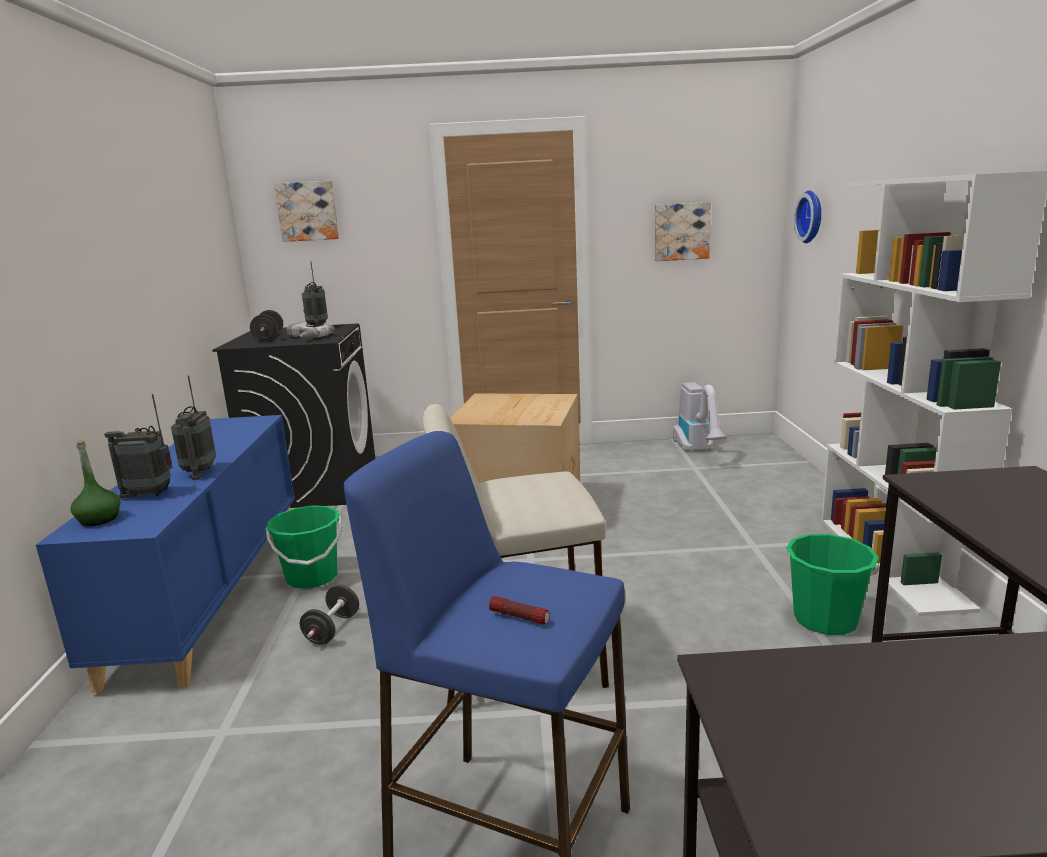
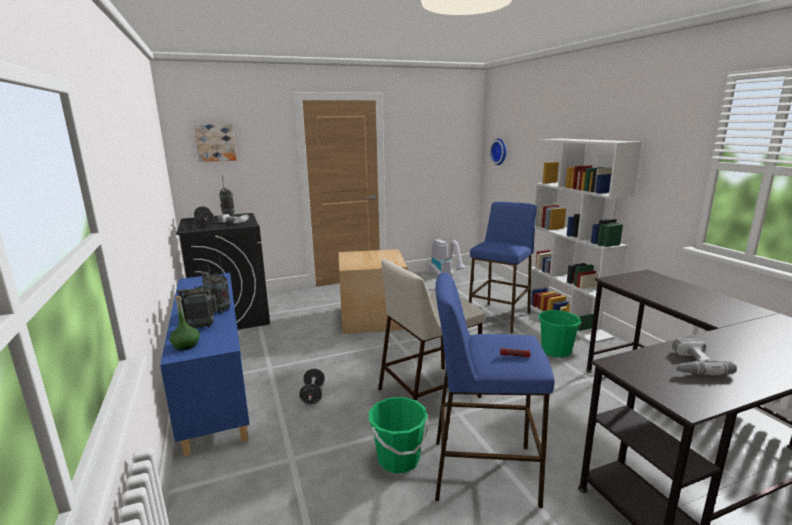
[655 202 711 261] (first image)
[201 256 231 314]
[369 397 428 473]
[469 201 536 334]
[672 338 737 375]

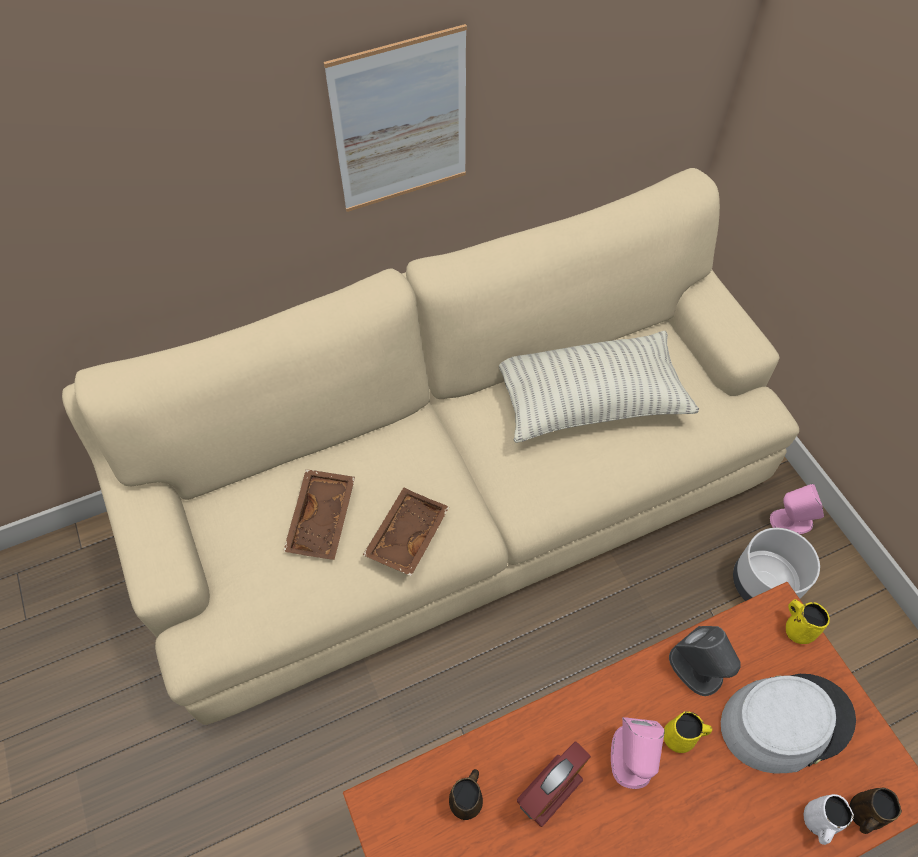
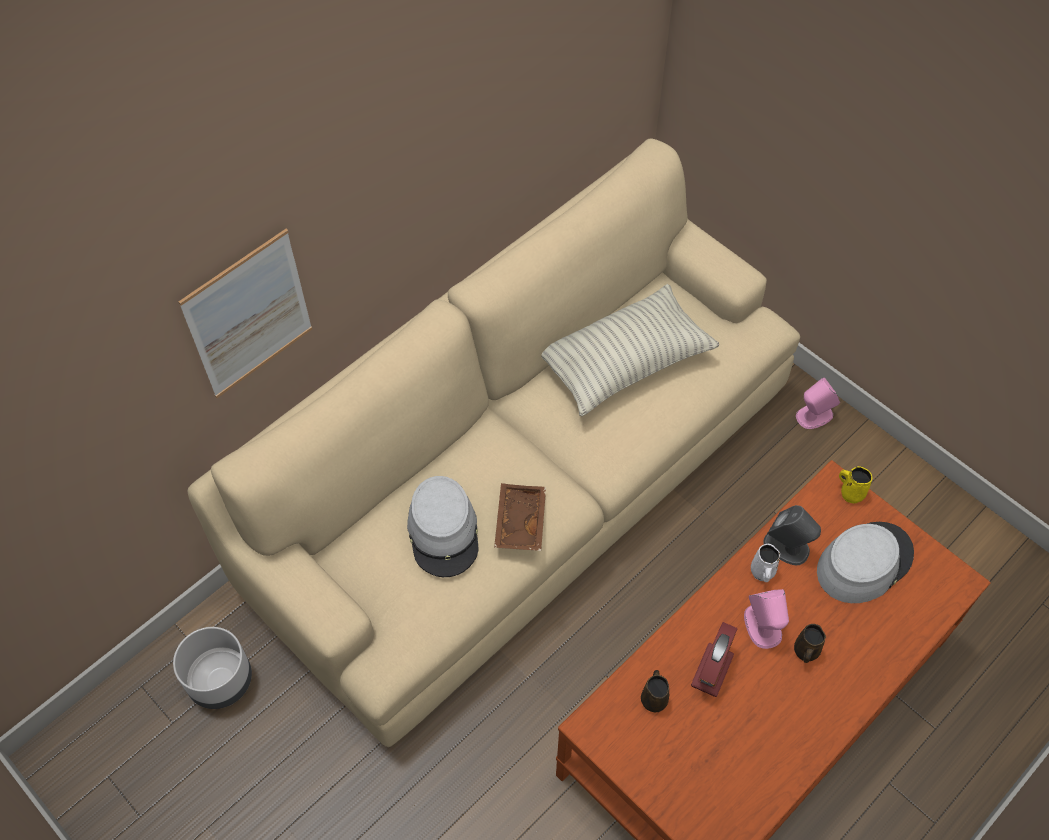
[178 229 312 398]
[407 476 479 577]
[173 627 252 709]
[664 711 712 753] (first image)
[794 624 826 663]
[751 544 780 582]

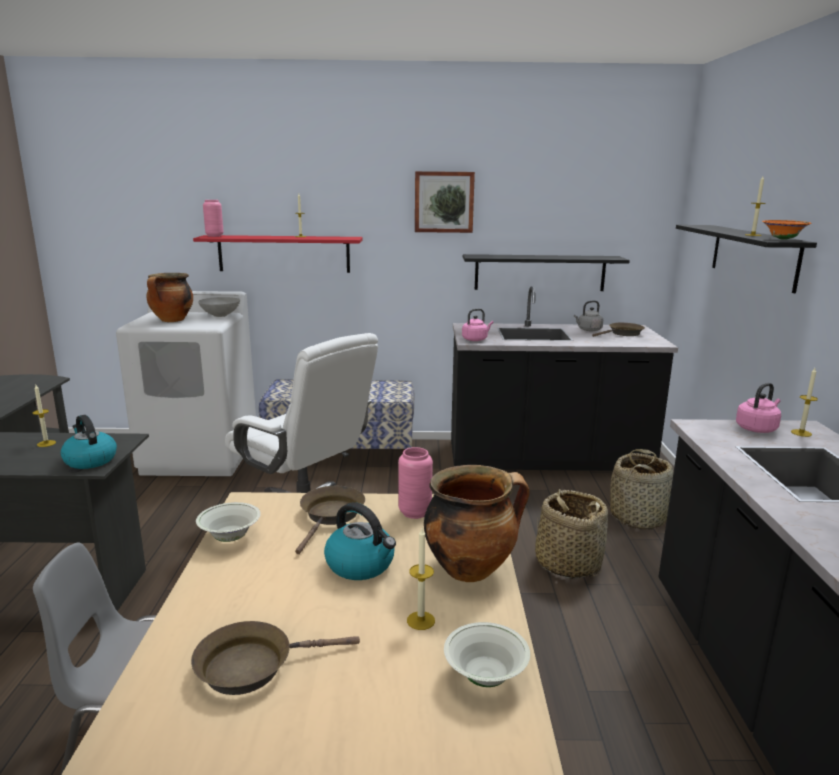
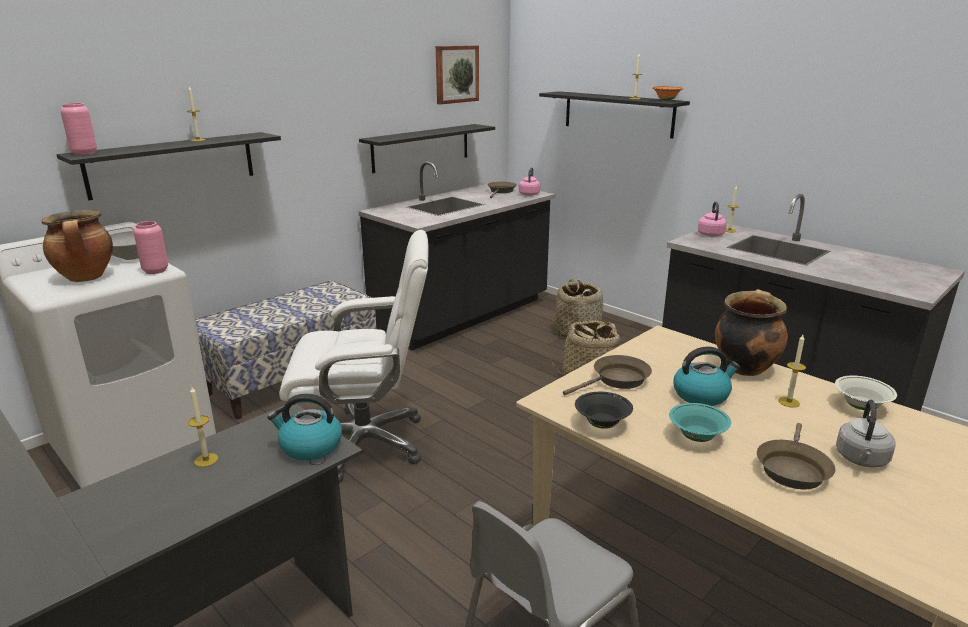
[436 45 479 104]
[57 132 281 200]
[836 399 896 468]
[519 167 540 196]
[133 221 168 274]
[563 355 652 395]
[575 392 633 429]
[669 403 731 442]

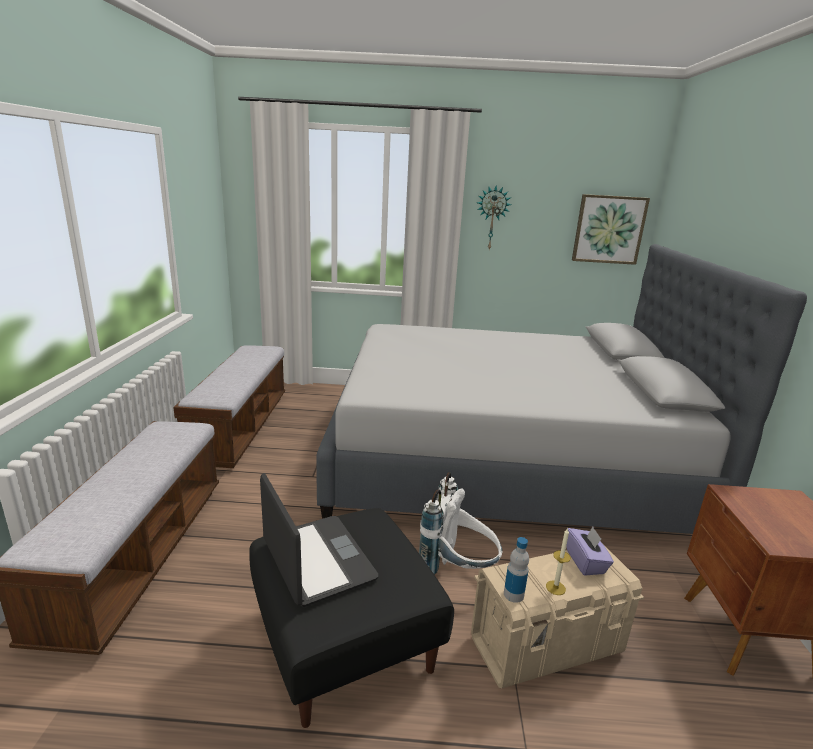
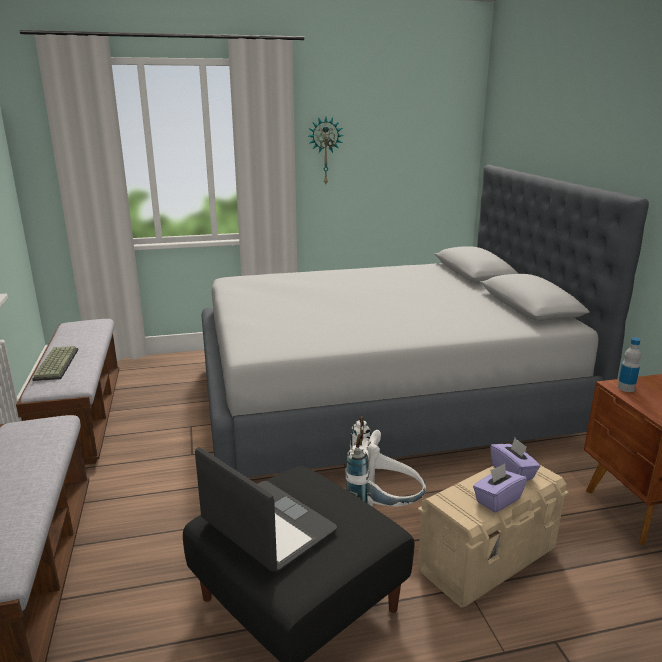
[572 194 650 265] (first image)
[473 464 527 513]
[617 338 641 392]
[33 346 79 381]

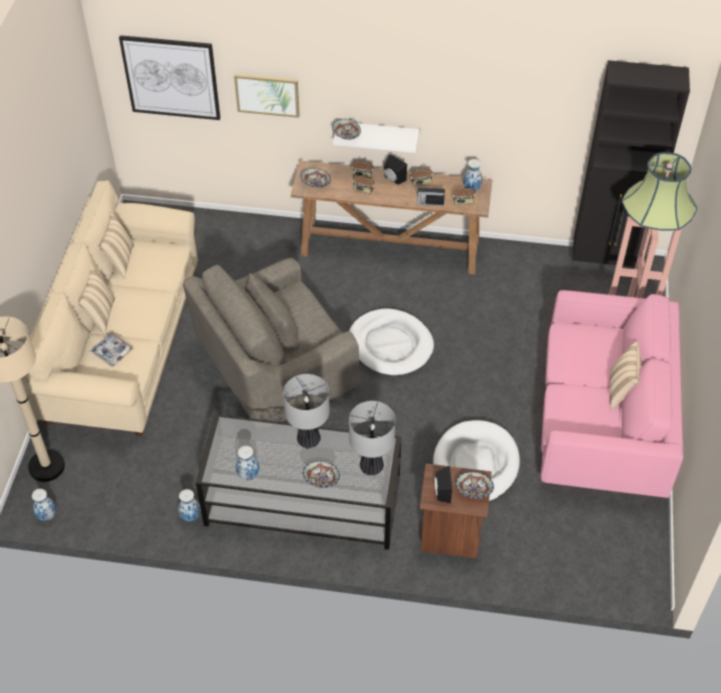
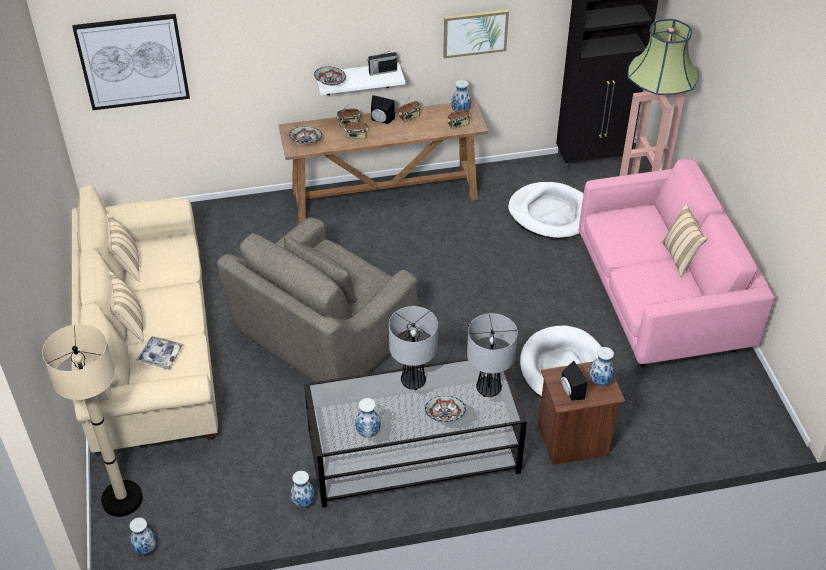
[443 10 509 58]
[368 51 397 76]
[508 182 584 239]
[589 347 615 386]

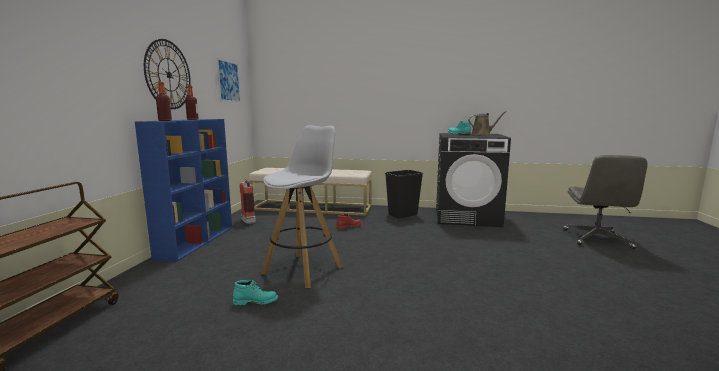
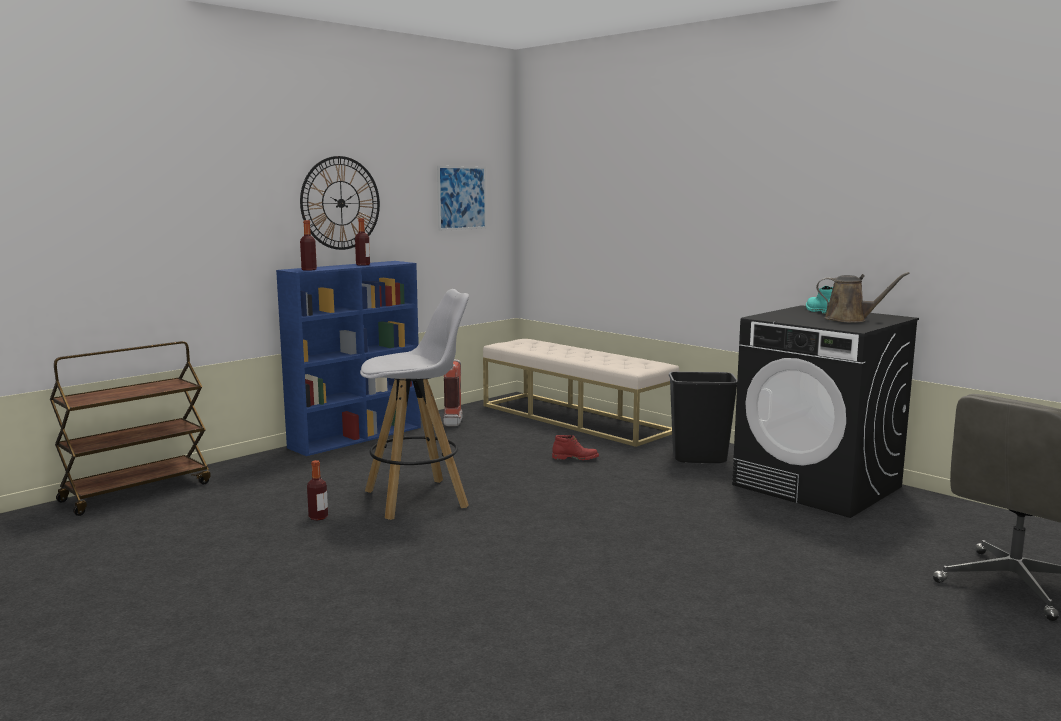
[307 460 328 521]

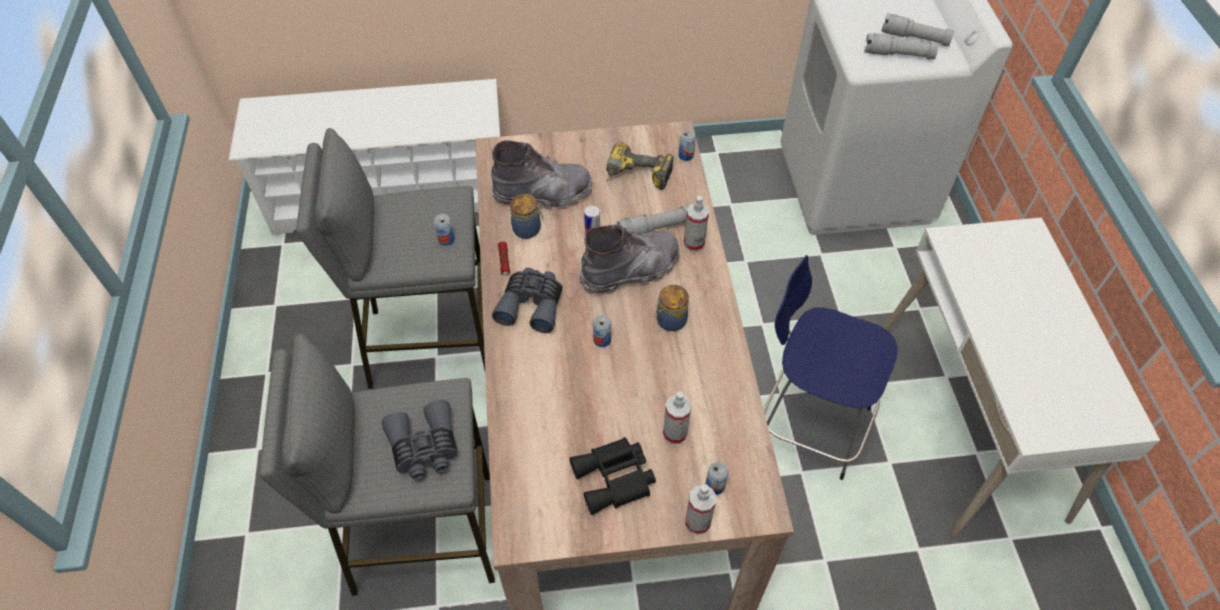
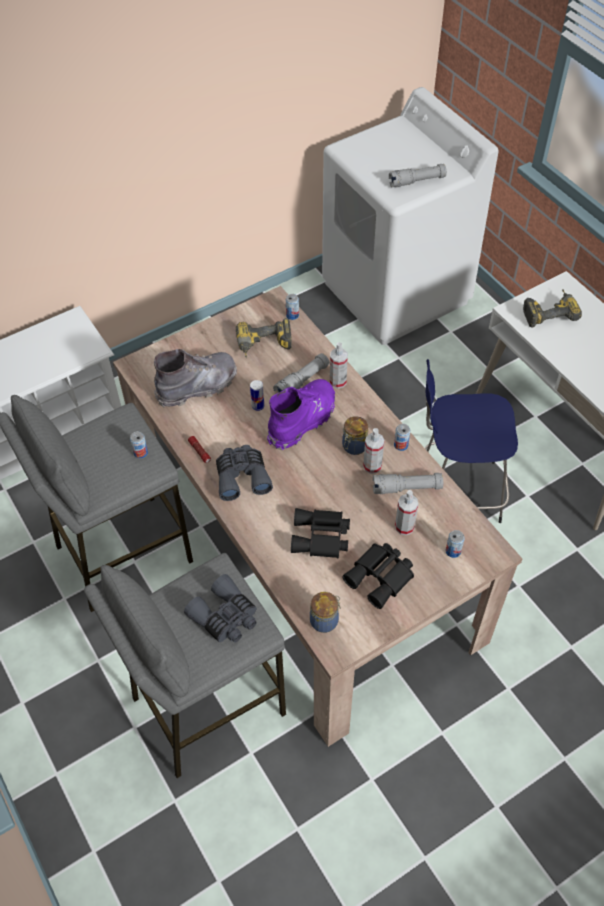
[373 473 443 494]
[310 592 341 633]
[267 379 335 451]
[394 424 410 451]
[363 428 385 474]
[523 289 582 327]
[291 508 350 559]

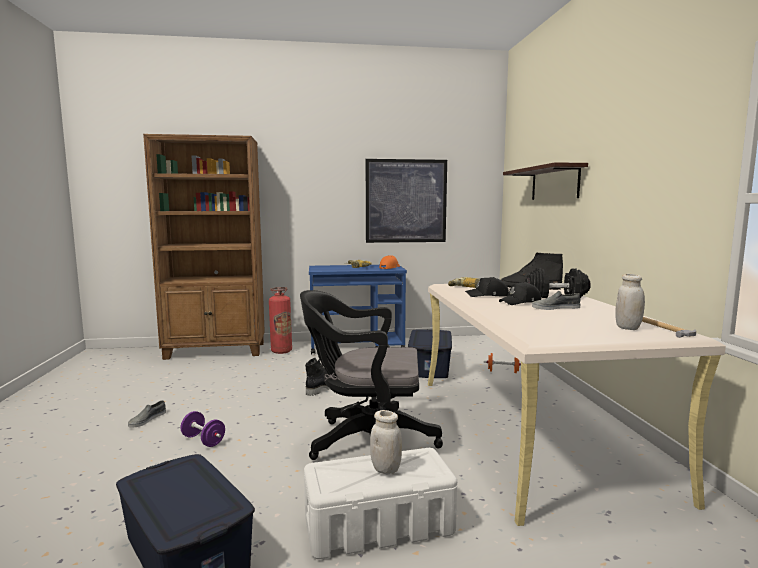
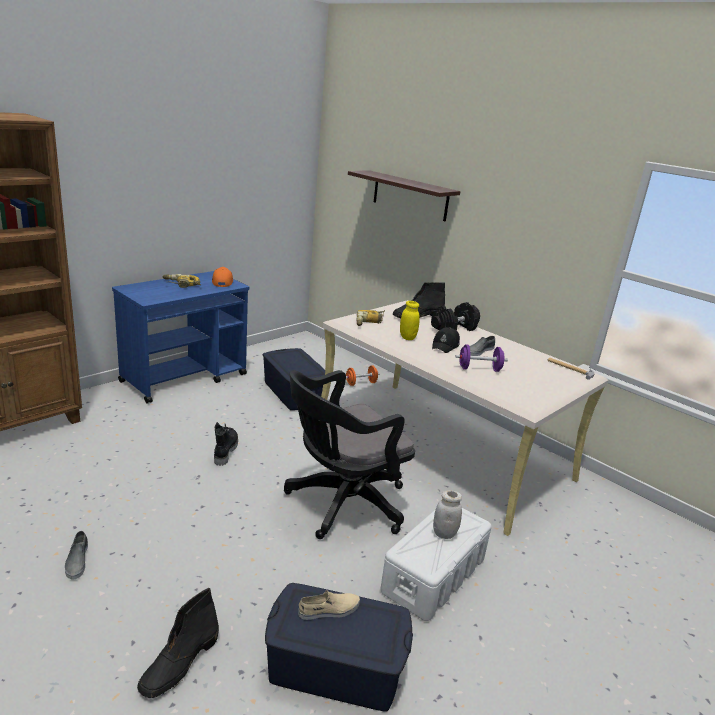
[366 159 447 243] (first image)
[615 274 645 330] (first image)
[400 301 420 340]
[269 287 292 354] (first image)
[455 344 508 372]
[137 588 219 698]
[298 590 360 620]

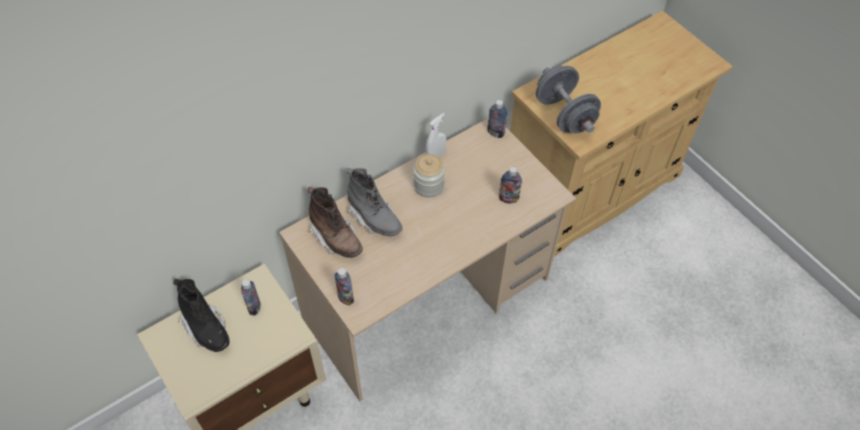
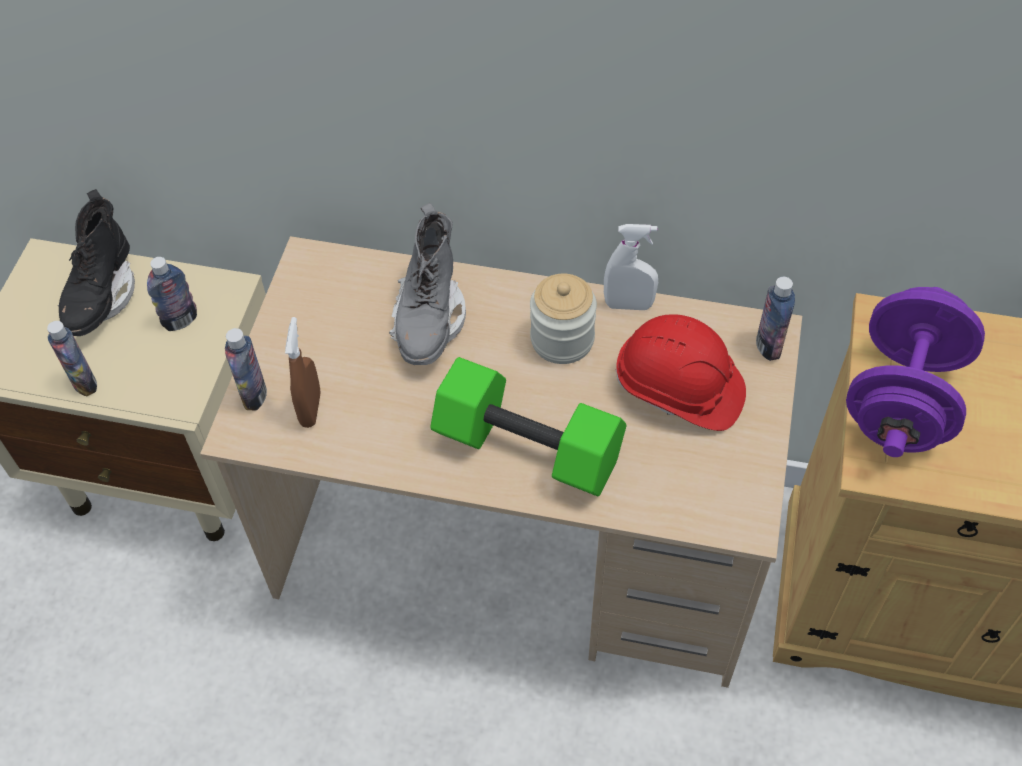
[846 287 985 457]
[47 321 97 396]
[307 187 363 258] (first image)
[615 314 746 431]
[285 317 321 428]
[430 357 627 496]

